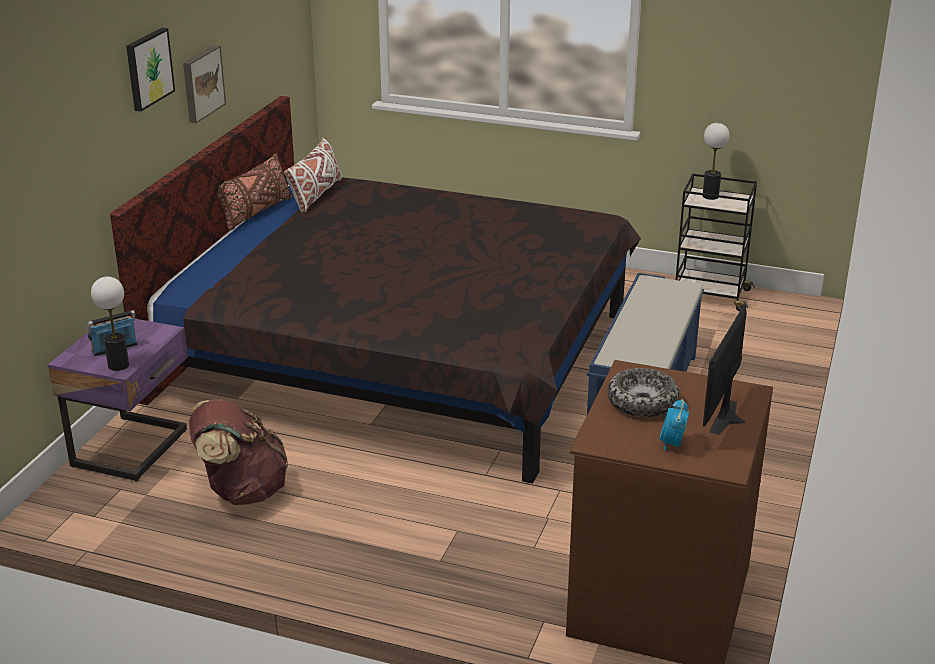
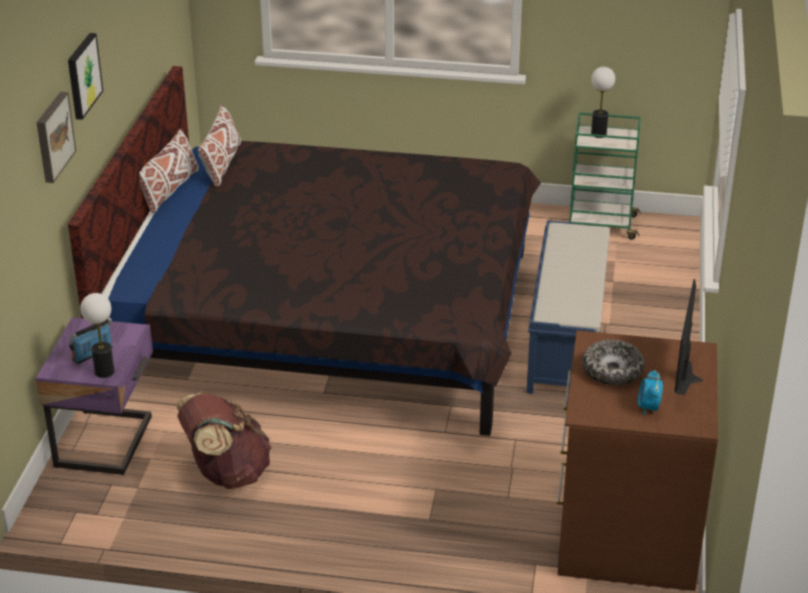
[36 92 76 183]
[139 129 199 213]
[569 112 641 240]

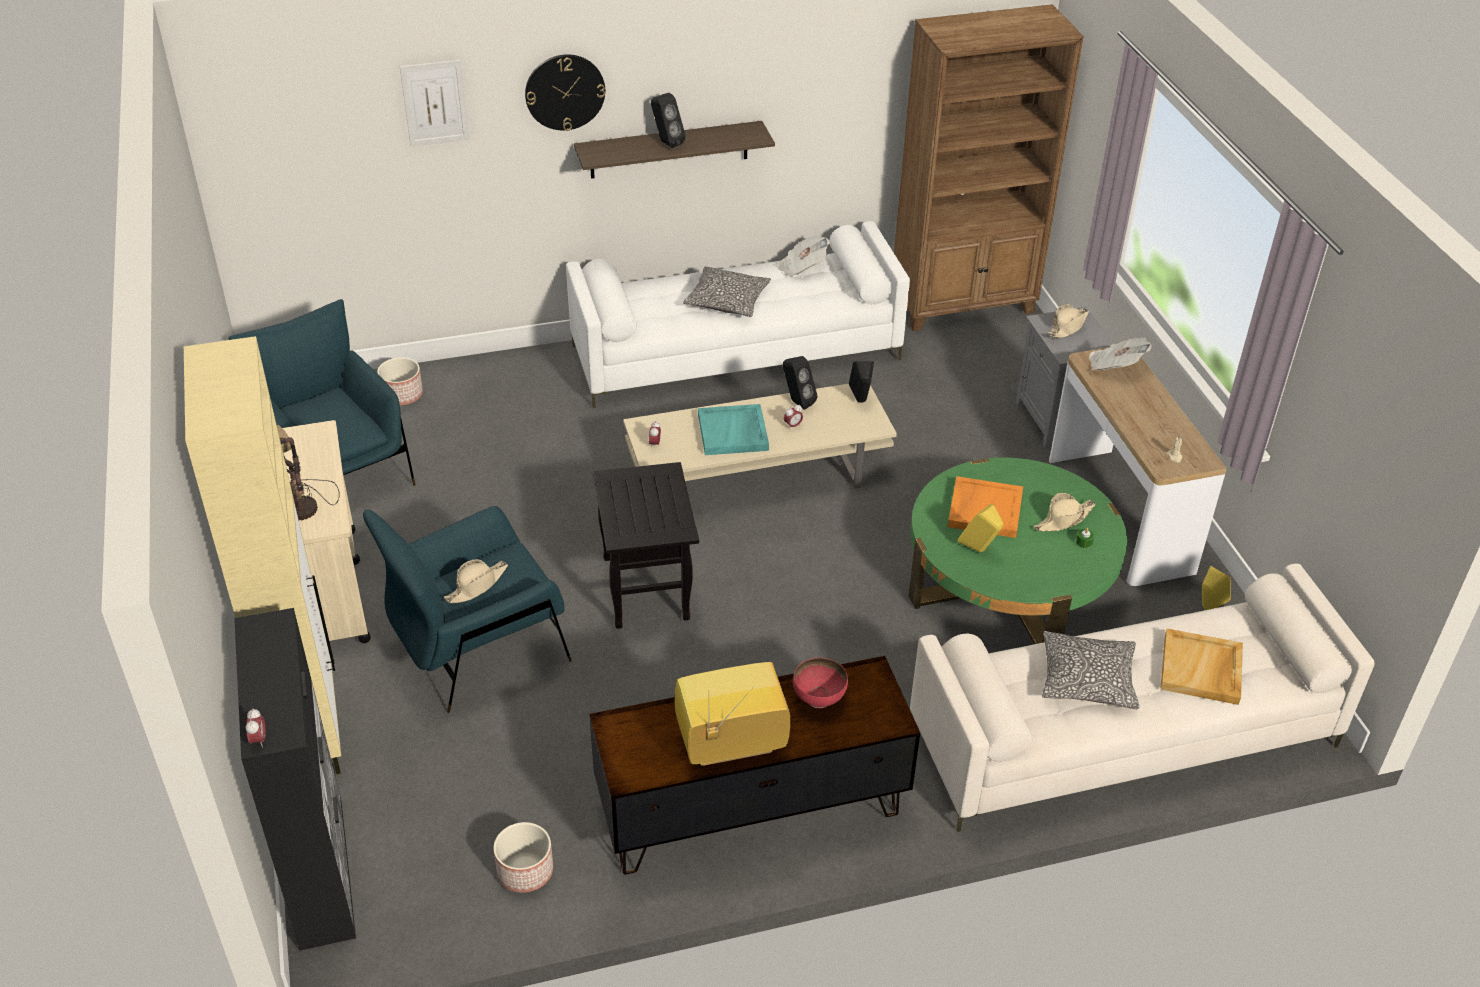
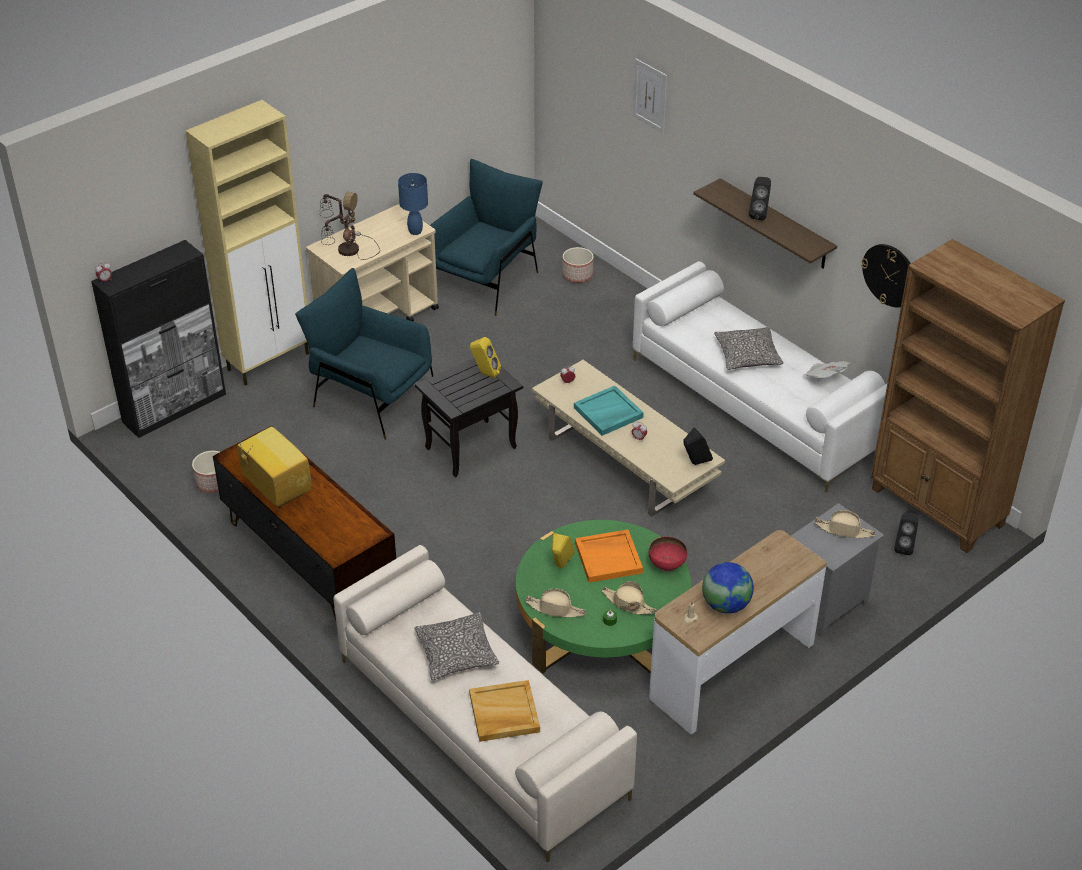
[861 244 911 307]
[1089 338 1152 371] (first image)
[894 510 919 555]
[525 588 586 617]
[470 337 501 378]
[649 536 687 572]
[398 173 428 235]
[702 562 754 614]

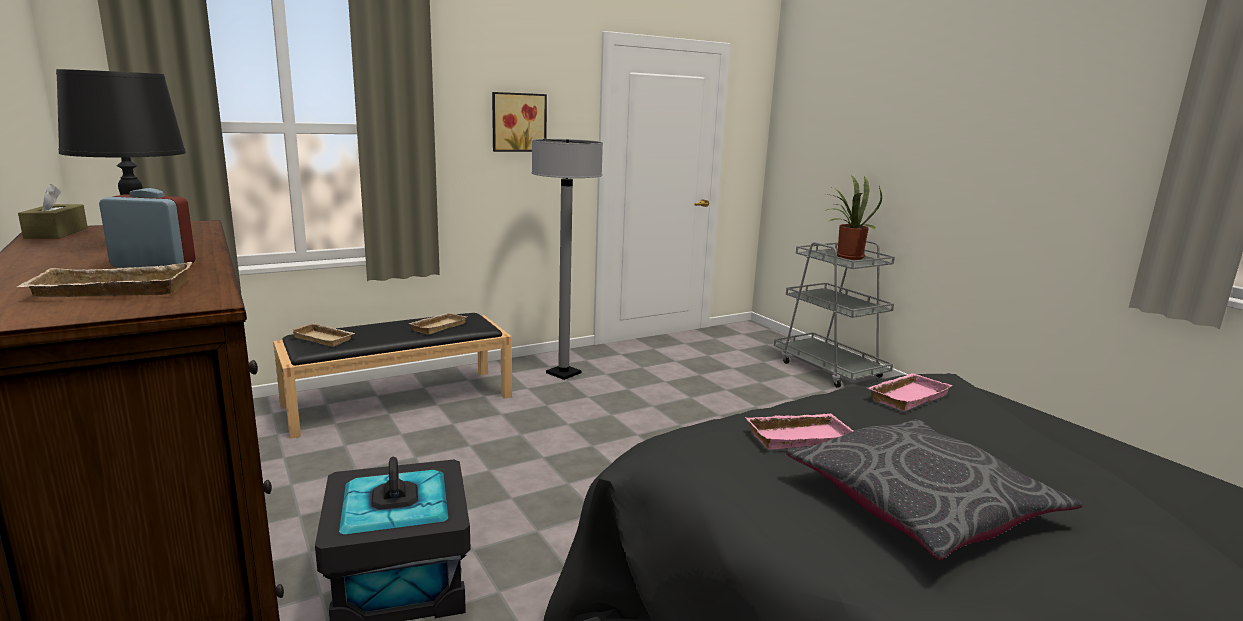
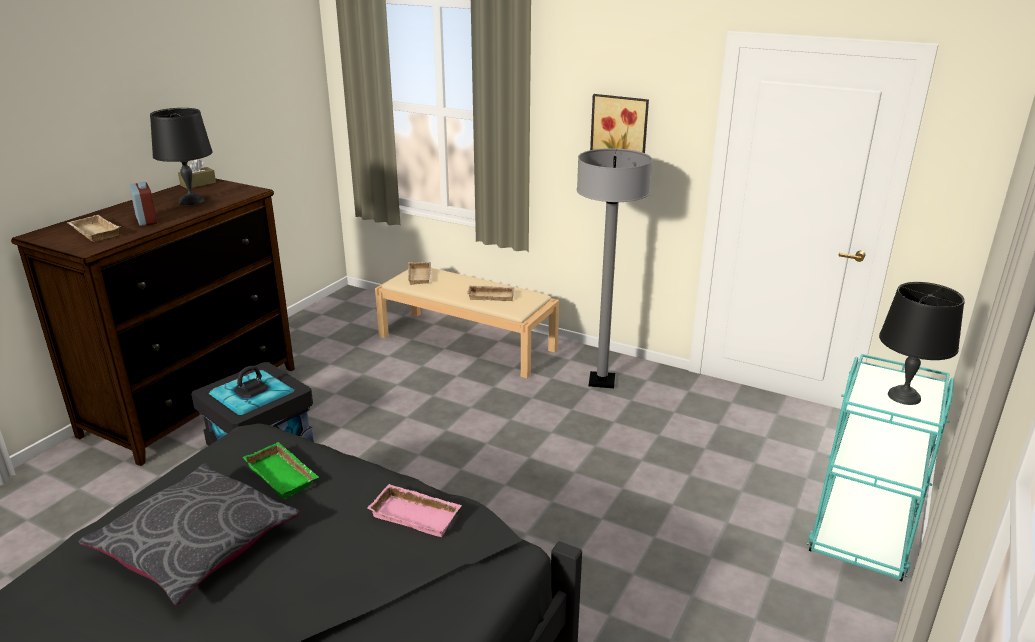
[879 282 965 405]
[807 354 954 581]
[375 268 559 378]
[243 442 319 500]

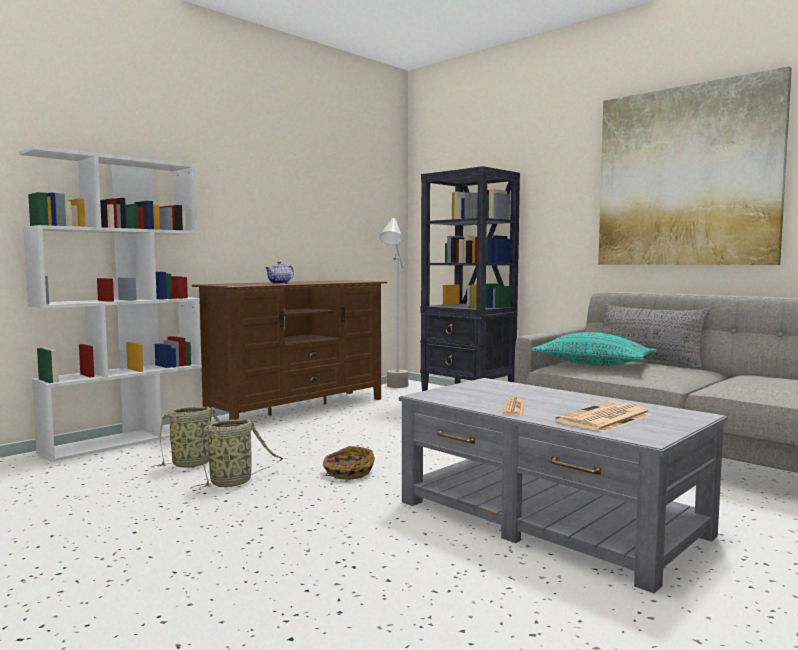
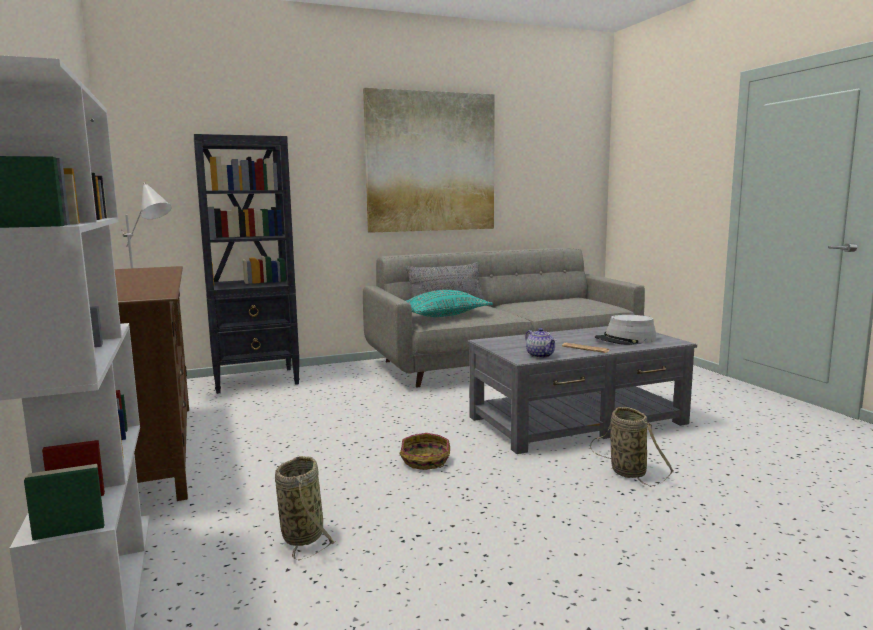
[525 328 557 358]
[595 315 657 345]
[590 407 674 486]

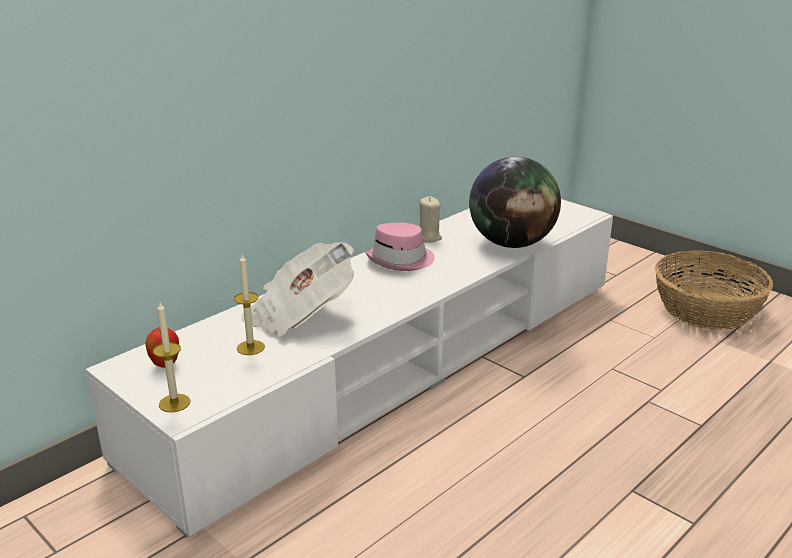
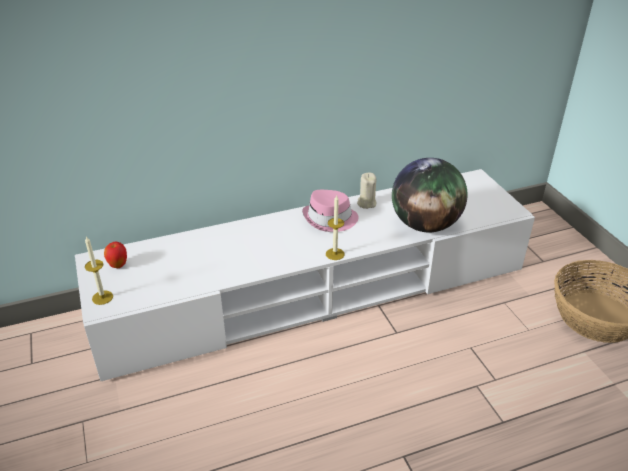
[242 242 355 336] (first image)
[326 194 344 260]

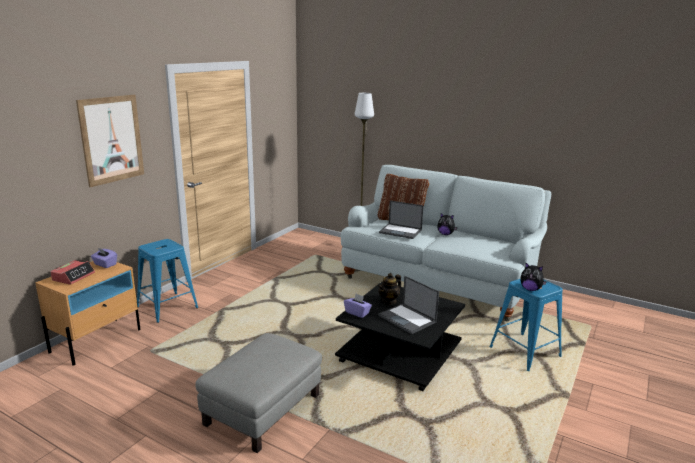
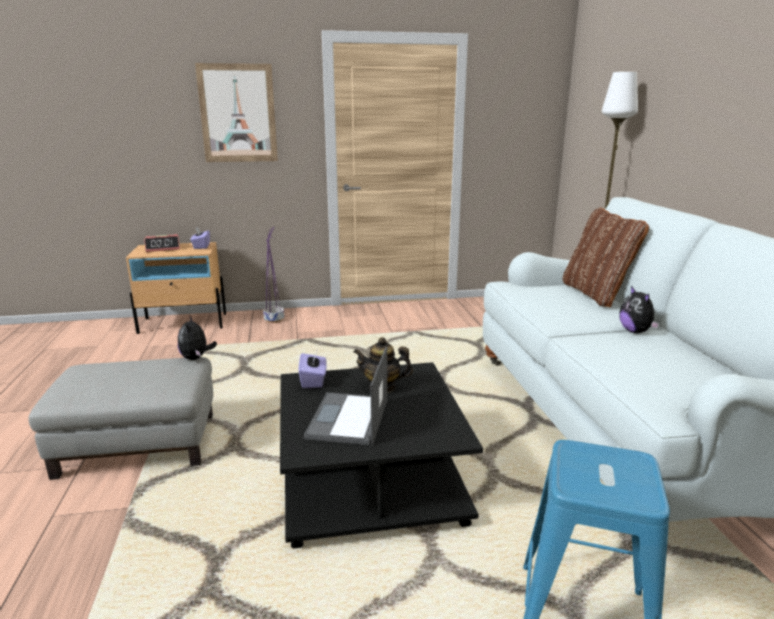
[379 200 424 239] (first image)
[263 226 284 323]
[178 316 217 360]

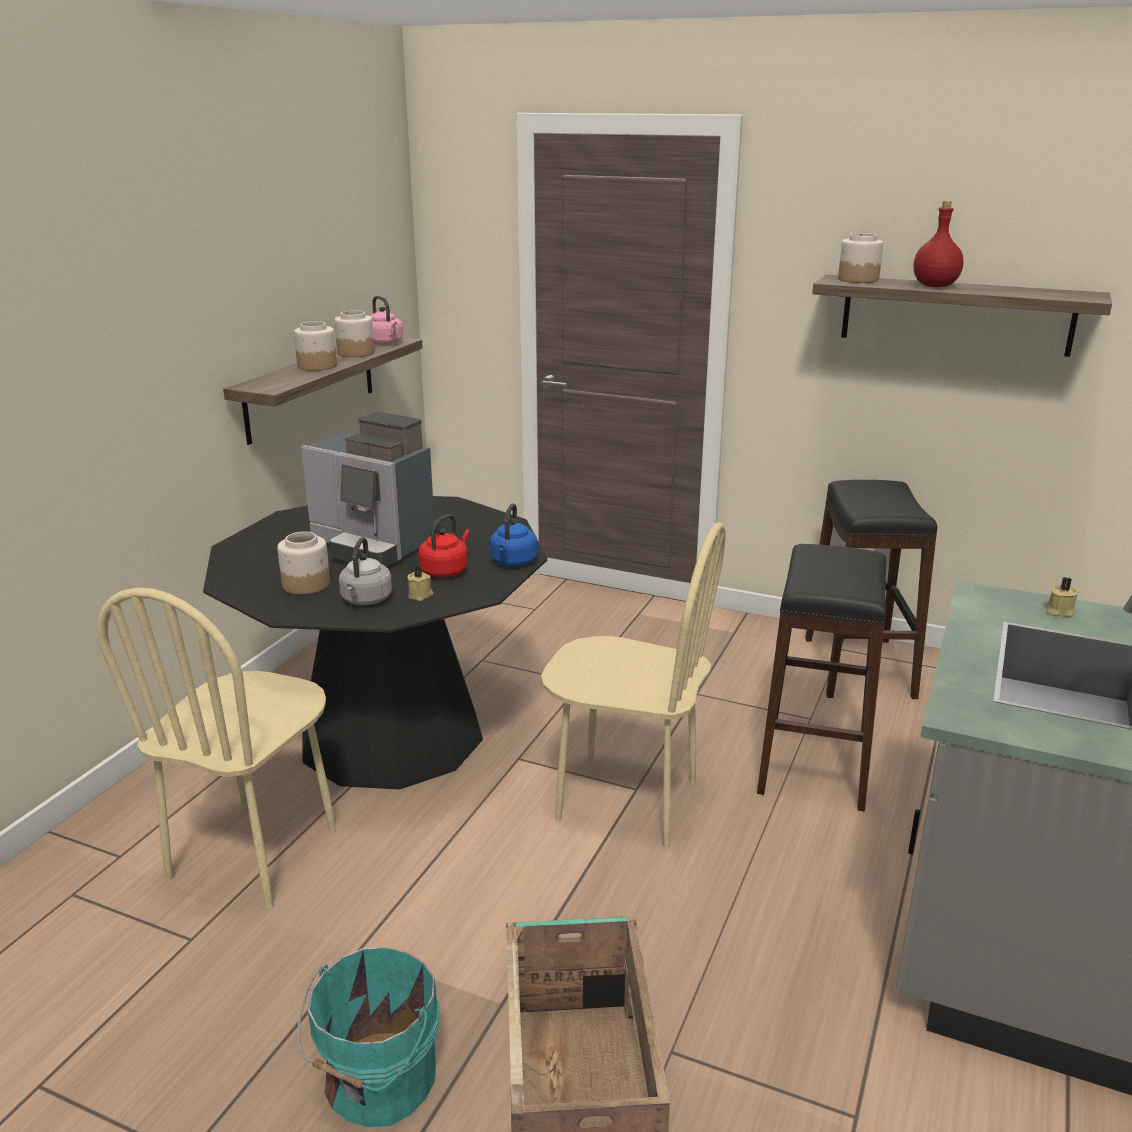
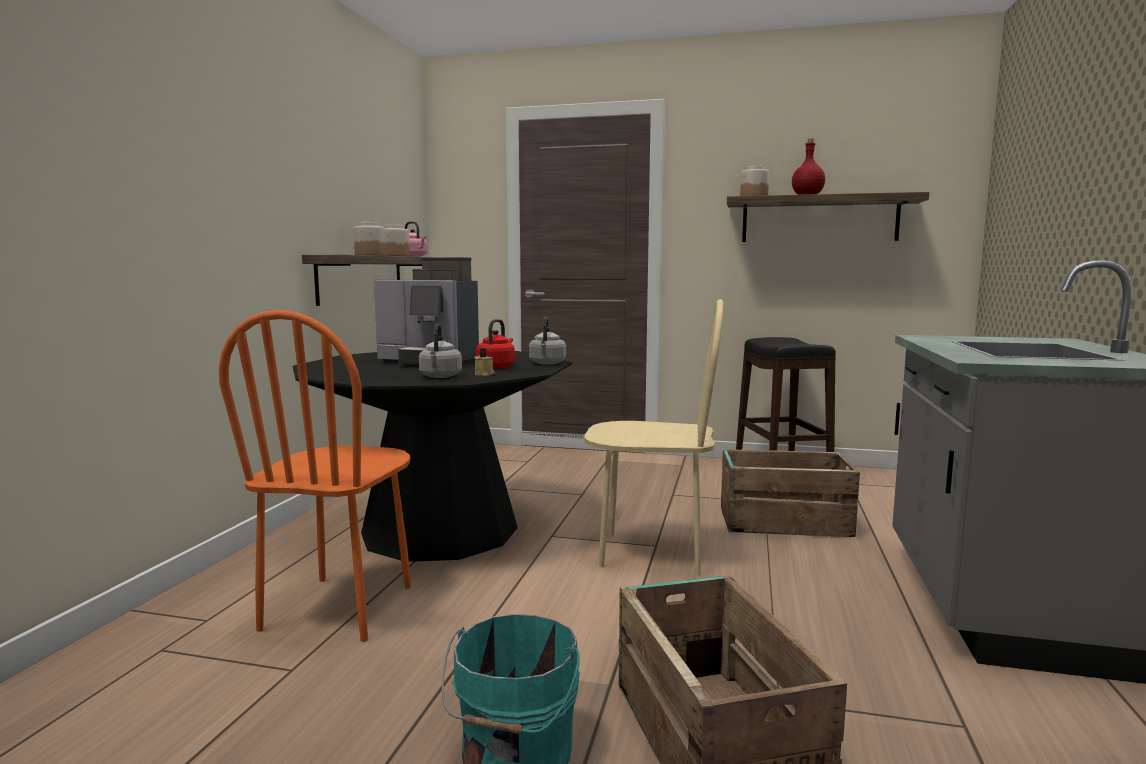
[529 317 566 365]
[277 531 330 595] (first image)
[721 449 860 538]
[1047 577 1079 617] (first image)
[219 310 411 642]

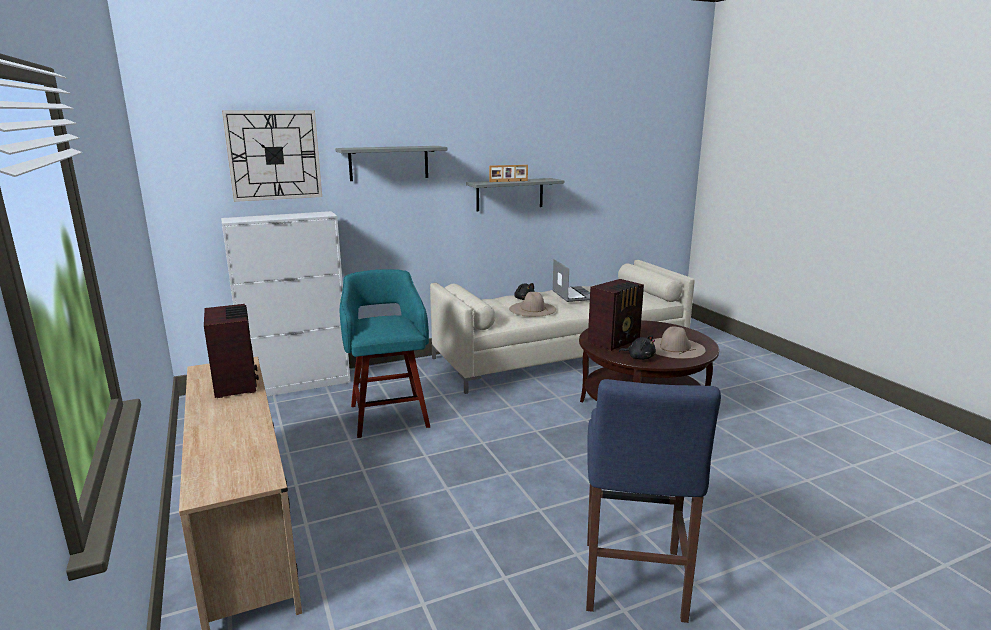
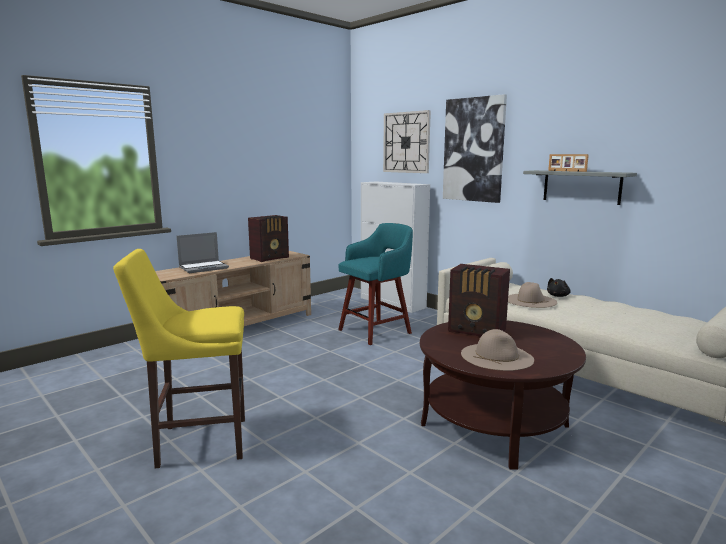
[443 94 507 203]
[176 232 229 273]
[619 335 656 360] (first image)
[113 249 245 468]

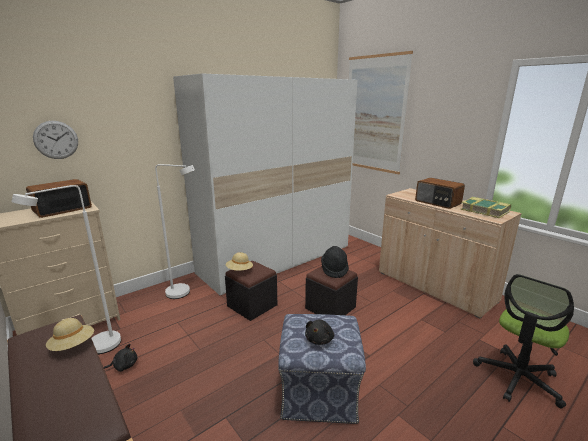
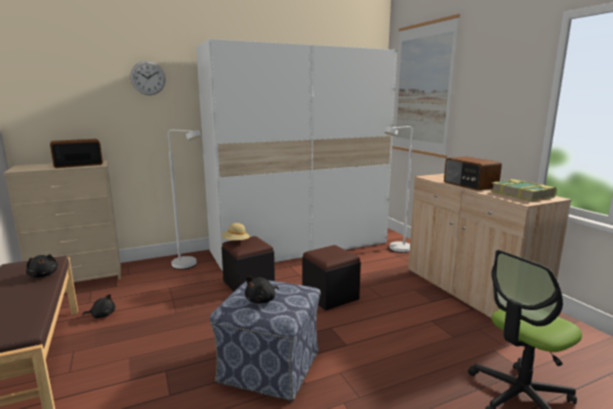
[130 61 166 95]
[384 126 412 253]
[321 246 349 278] (first image)
[26 254 58 278]

